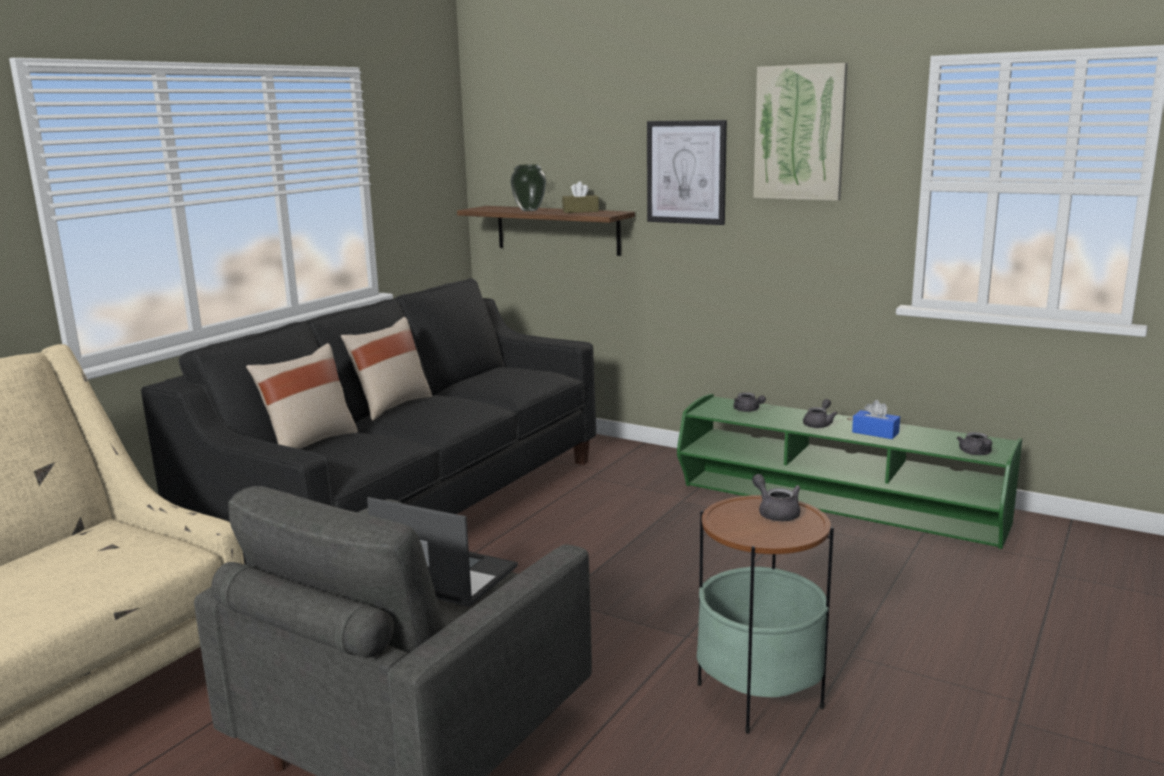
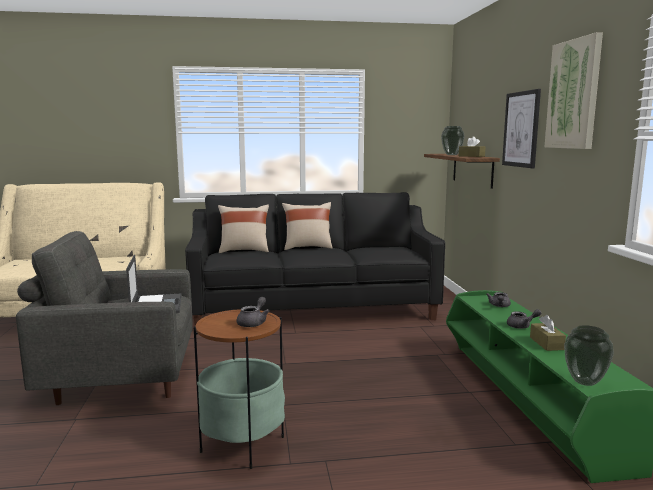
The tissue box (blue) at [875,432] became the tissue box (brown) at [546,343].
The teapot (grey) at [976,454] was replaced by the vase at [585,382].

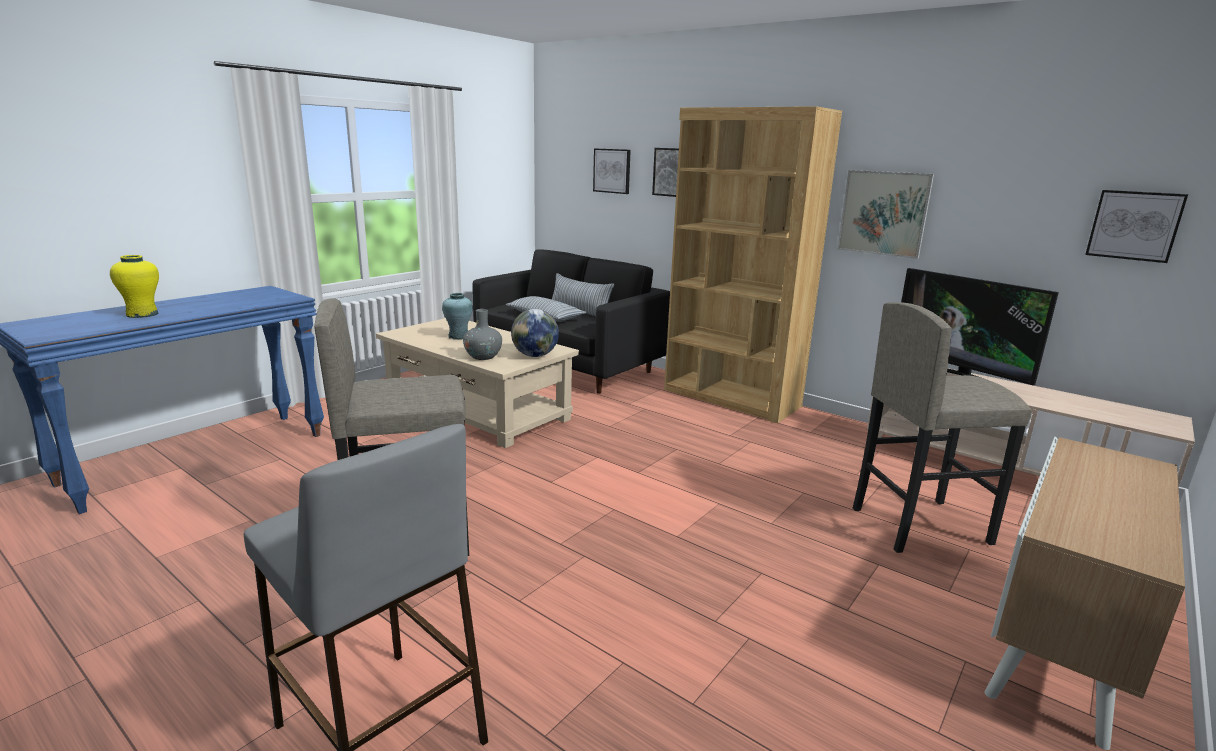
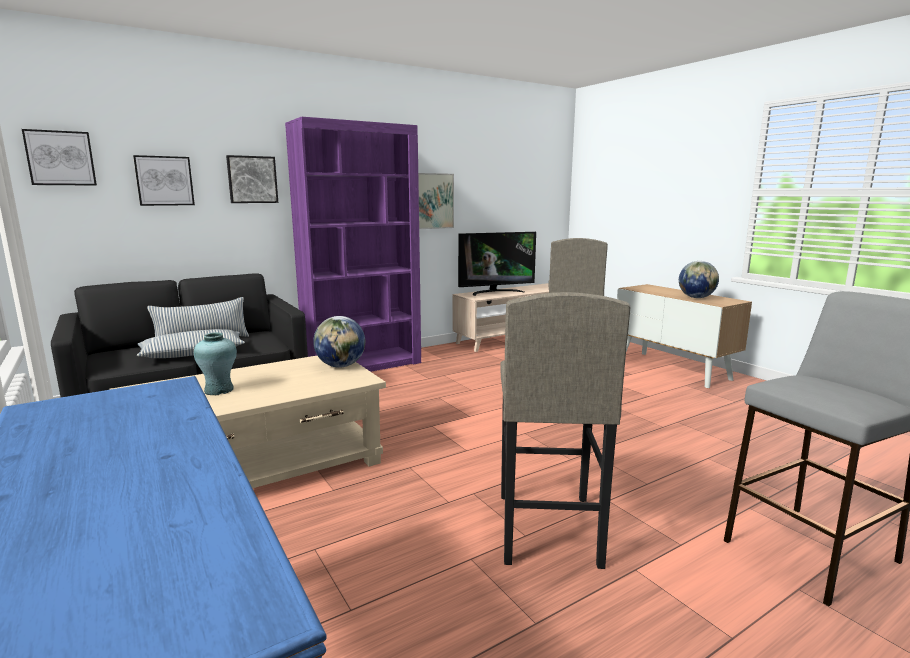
The vase (yellow) at [142,314] disappeared.
The vase (grey) at [483,356] disappeared.
The bookcase (brown) at [731,398] became the bookcase (purple) at [363,365].
The picture moved from [1134,225] to [60,158].
The globe at [696,297] appeared.

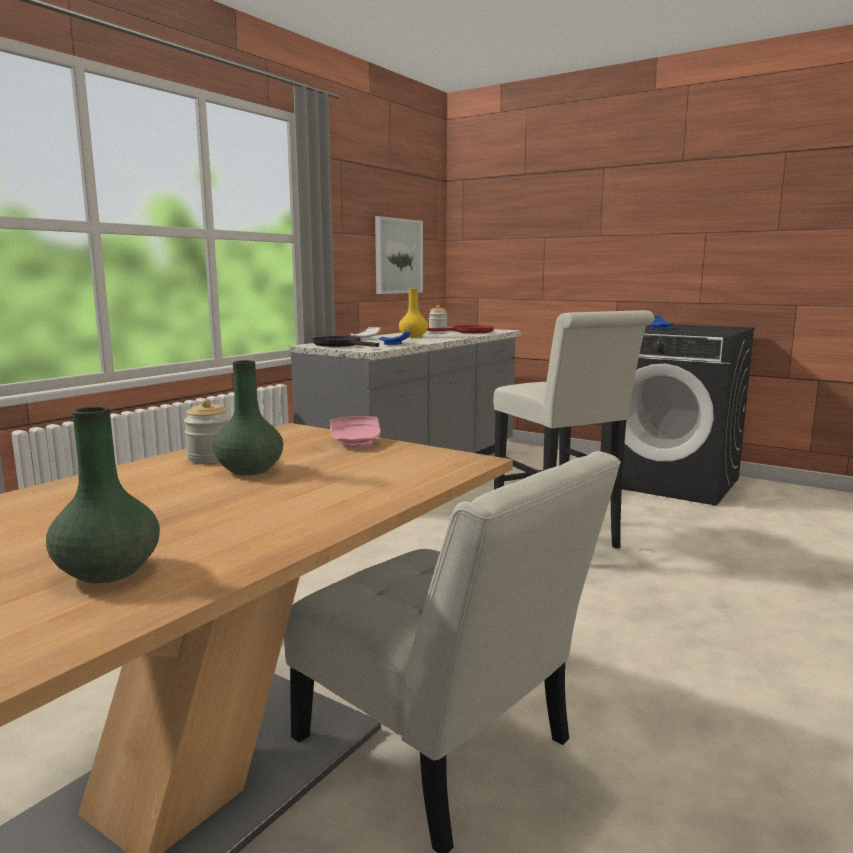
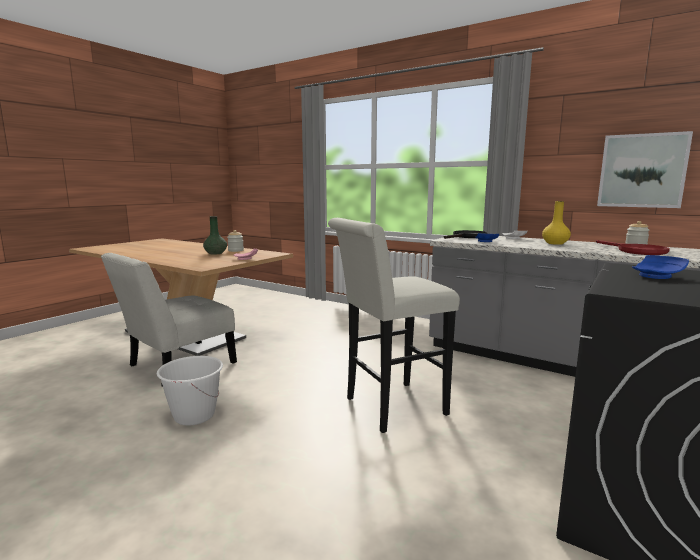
The vase (green) at [106,571] disappeared.
The bucket (white) at [194,415] appeared.

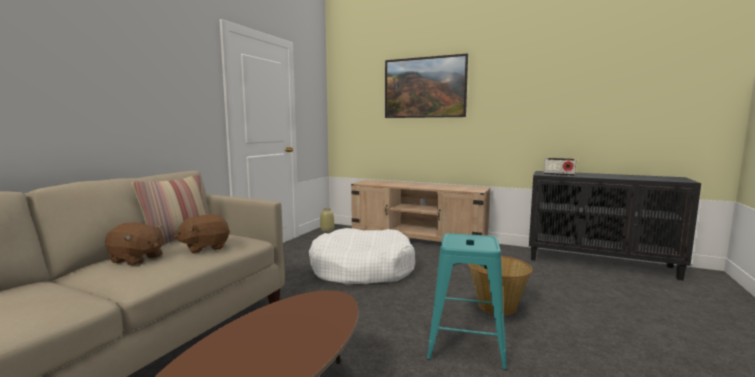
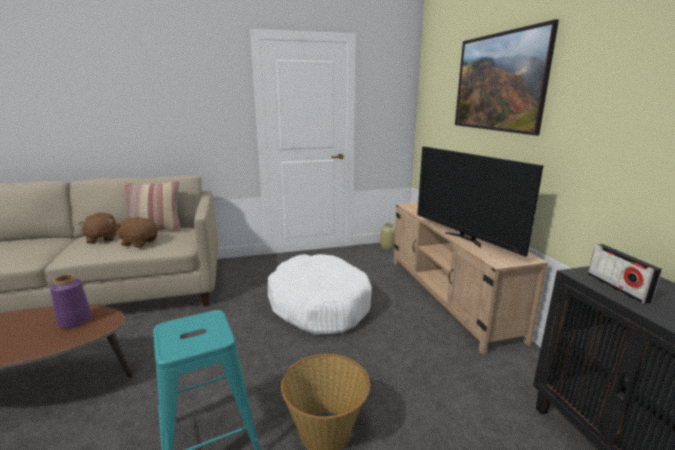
The vase (purple) at [75,321] appeared.
The television at [465,239] appeared.

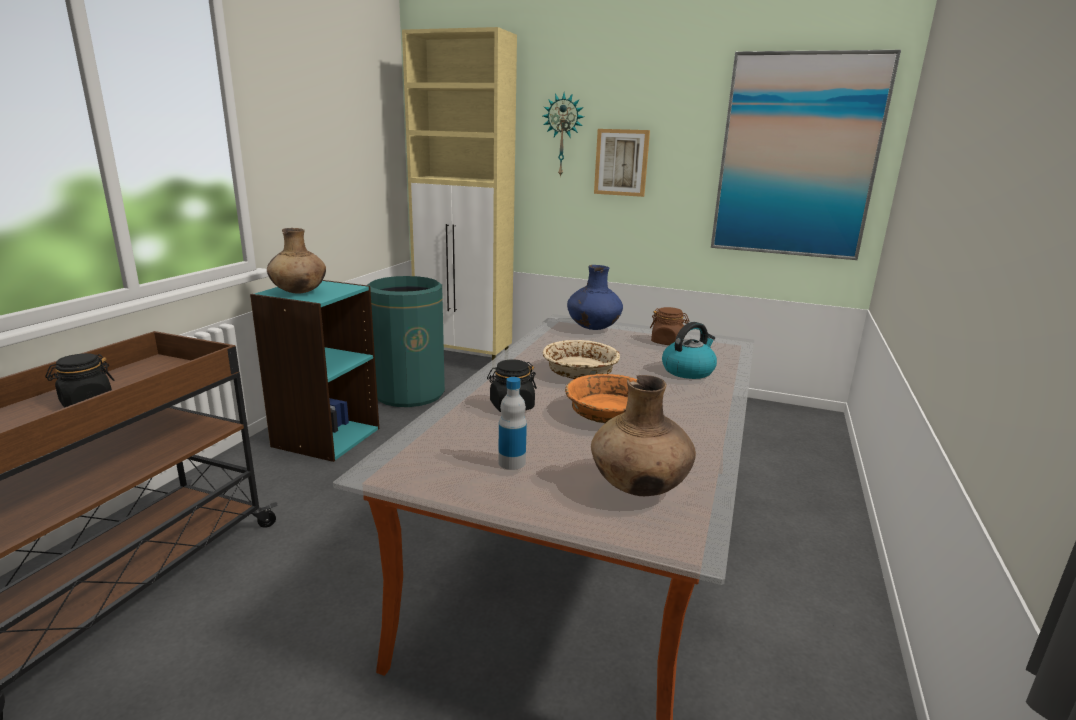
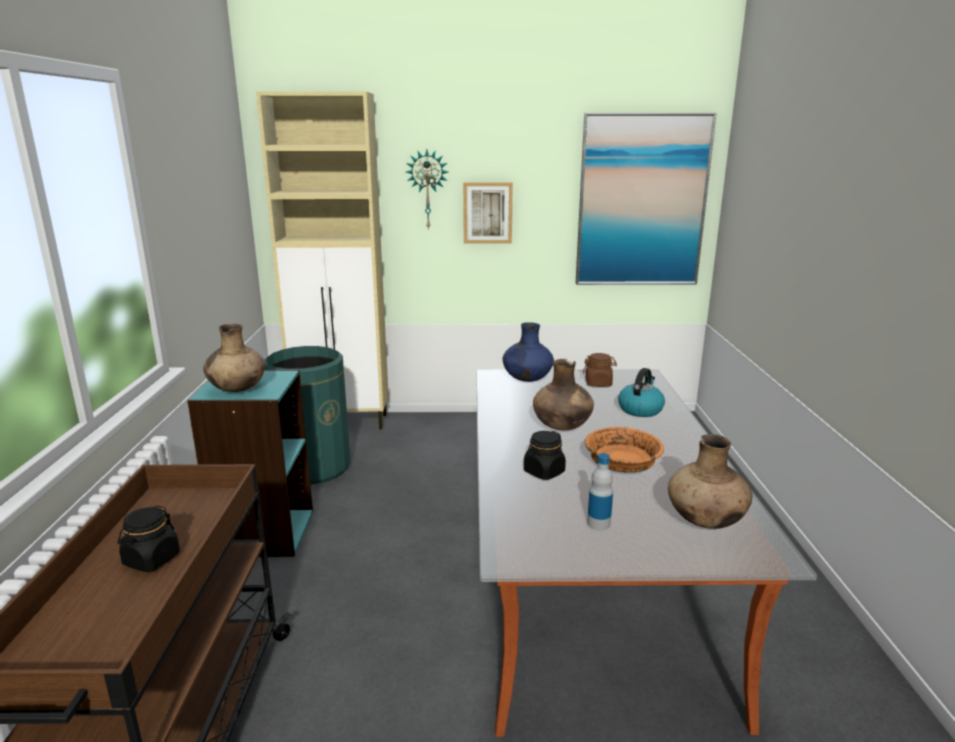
The bowl (beige) at [580,372] was replaced by the vase (brown) at [562,427].

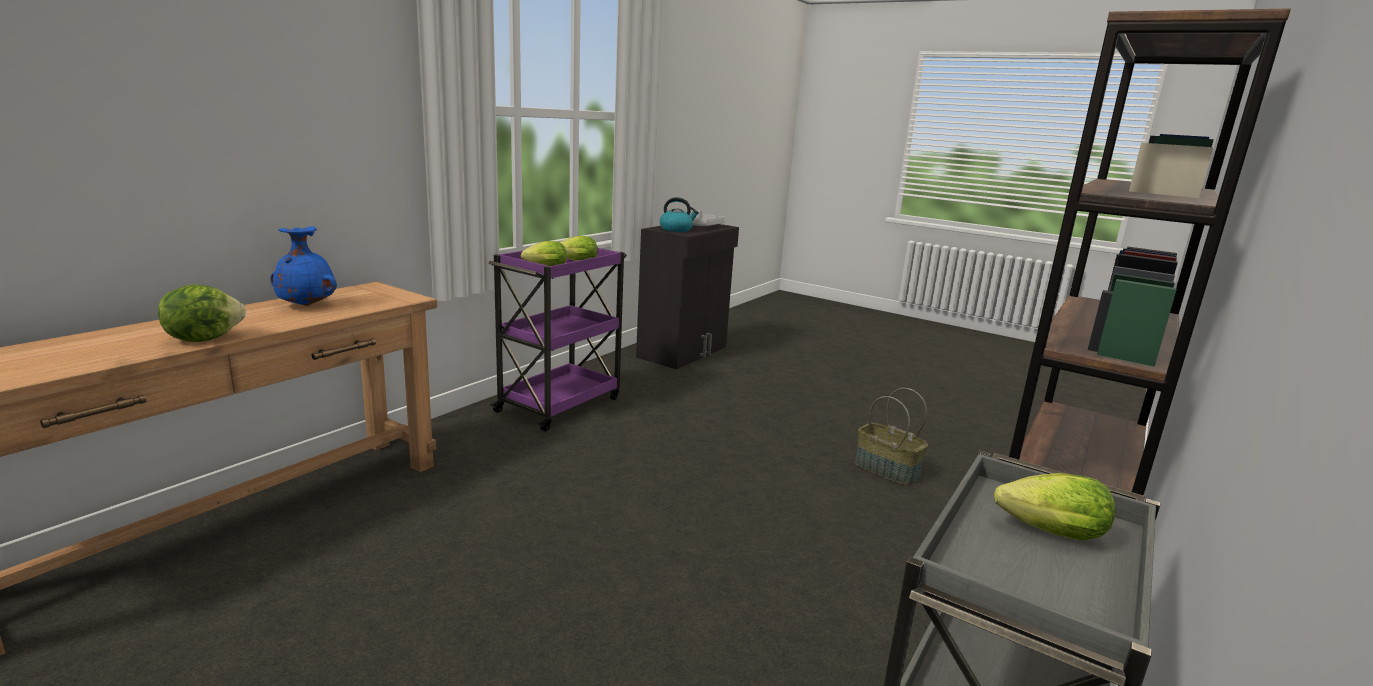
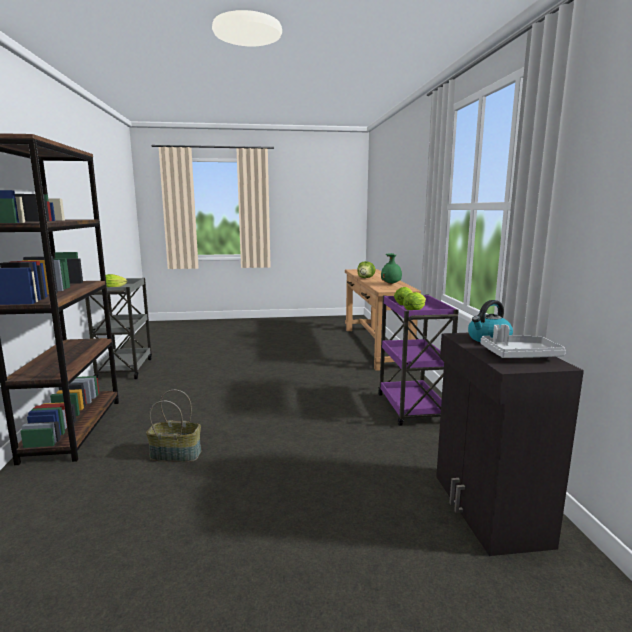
The vase (blue) at [307,305] became the vase (green) at [391,284].

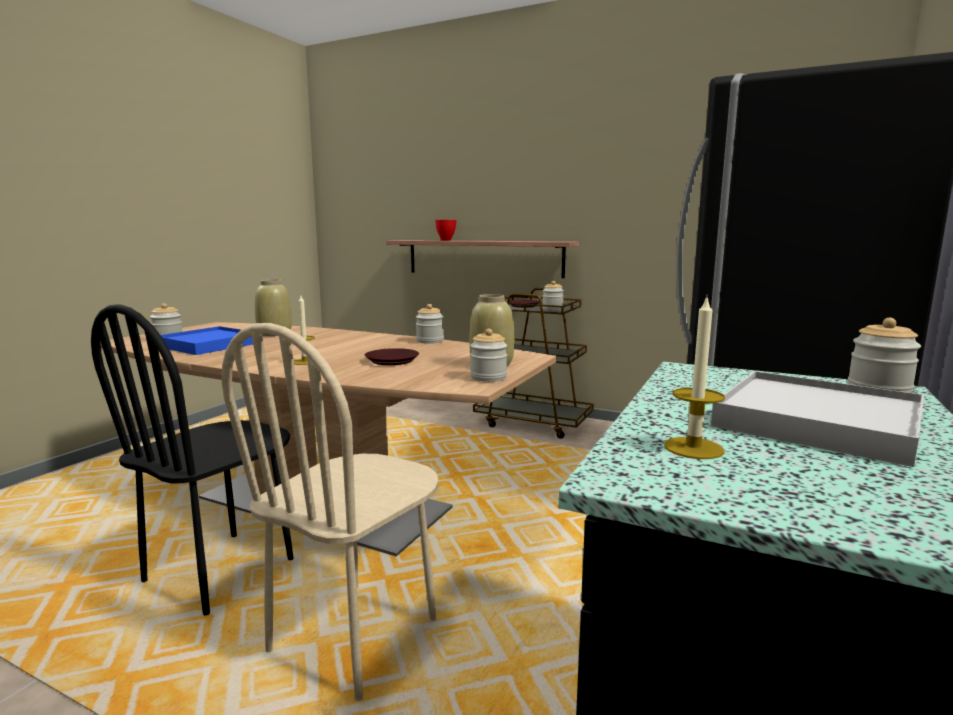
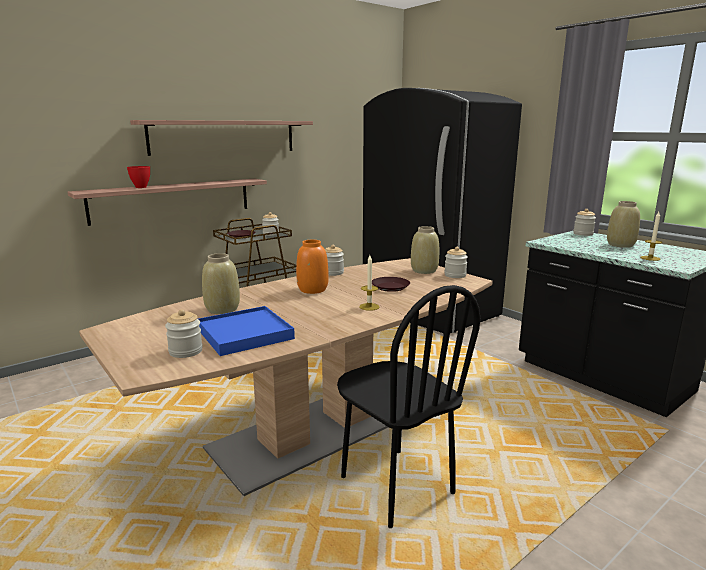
The chair (beige) at [355,636] disappeared.
The tray (white) at [818,422] was replaced by the vase (beige) at [621,245].
The shelf at [225,136] appeared.
The vase (orange) at [313,290] appeared.

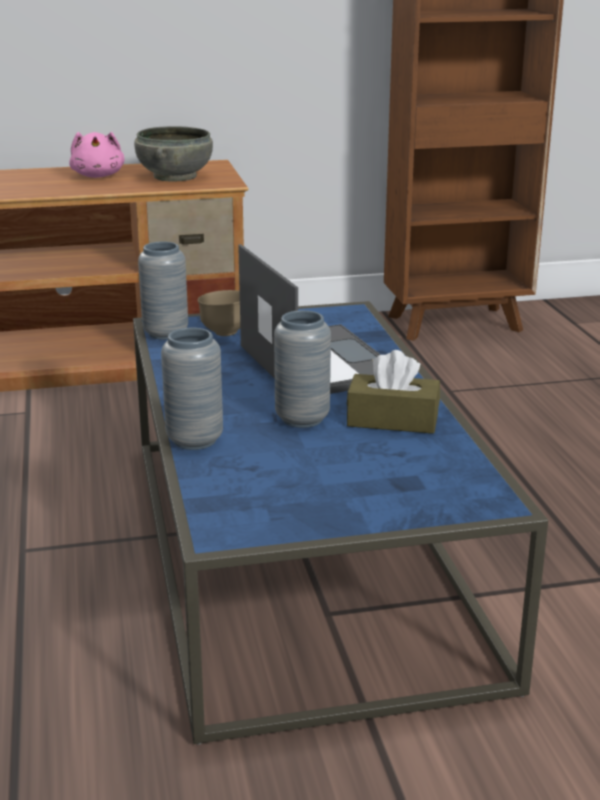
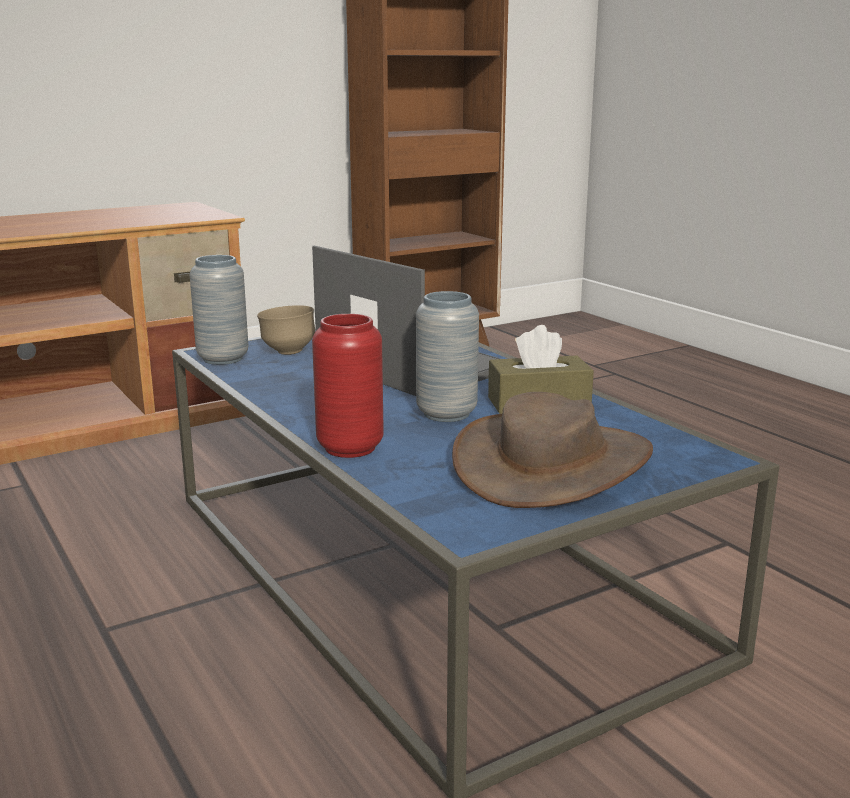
The plush toy (pink) at [98,176] disappeared.
The bowl (grey) at [174,176] disappeared.
The vase (grey) at [194,440] became the vase (red) at [350,448].
The hat (brown) at [553,464] appeared.

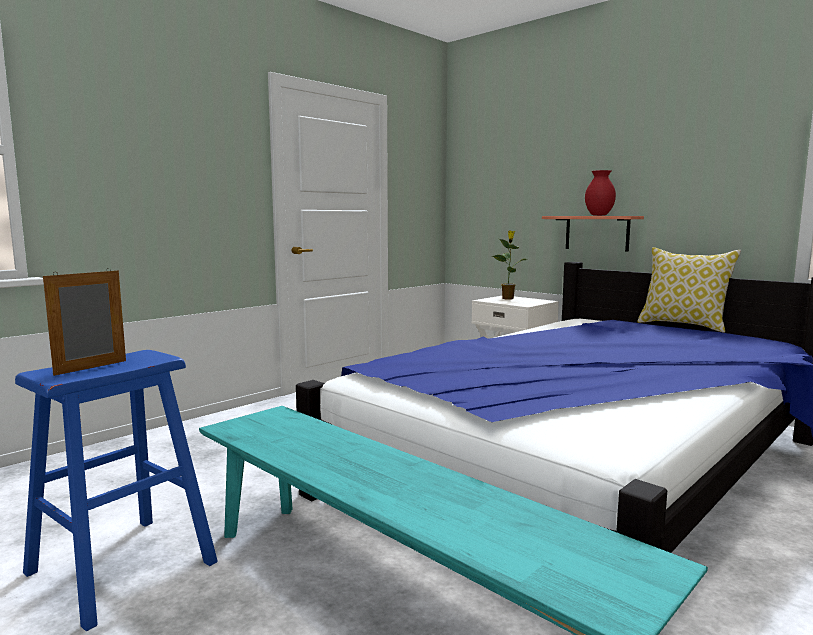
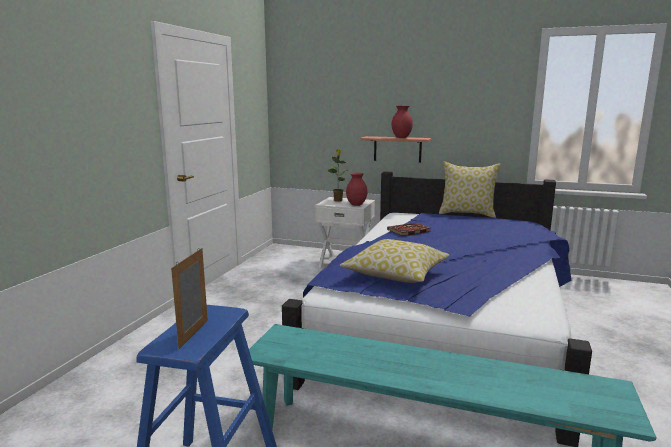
The pillow at [395,275] appeared.
The vase (red) at [356,205] appeared.
The book at [408,231] appeared.

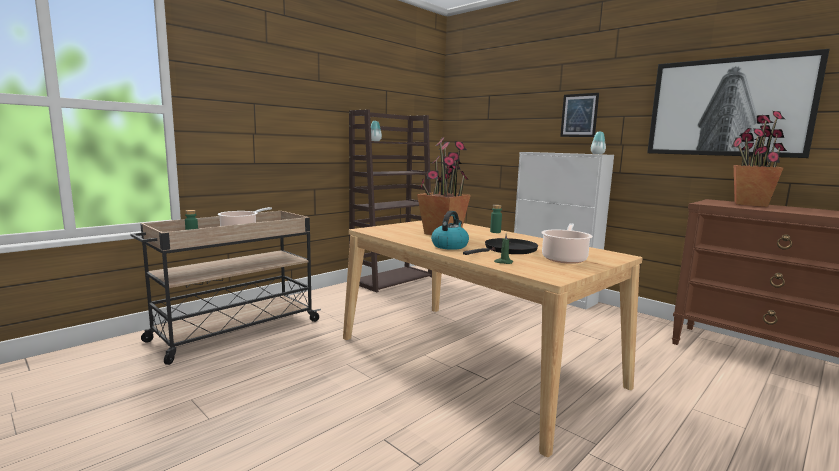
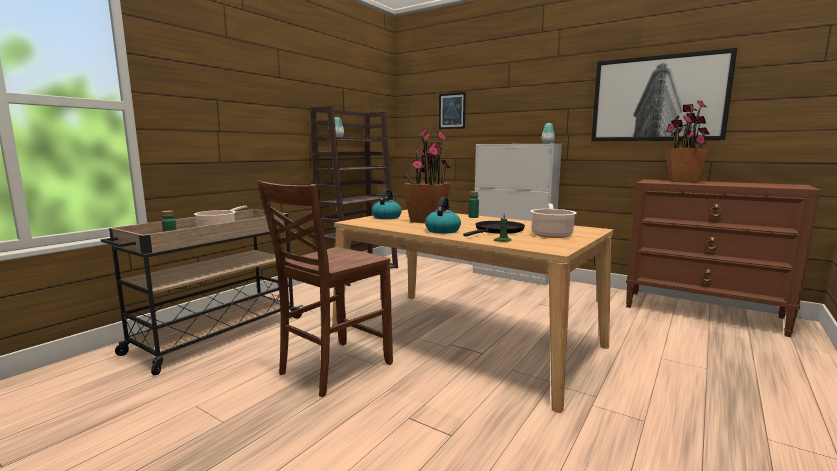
The picture moved from [579,115] to [452,111].
The chair (brown) at [333,368] appeared.
The kettle at [386,217] appeared.

